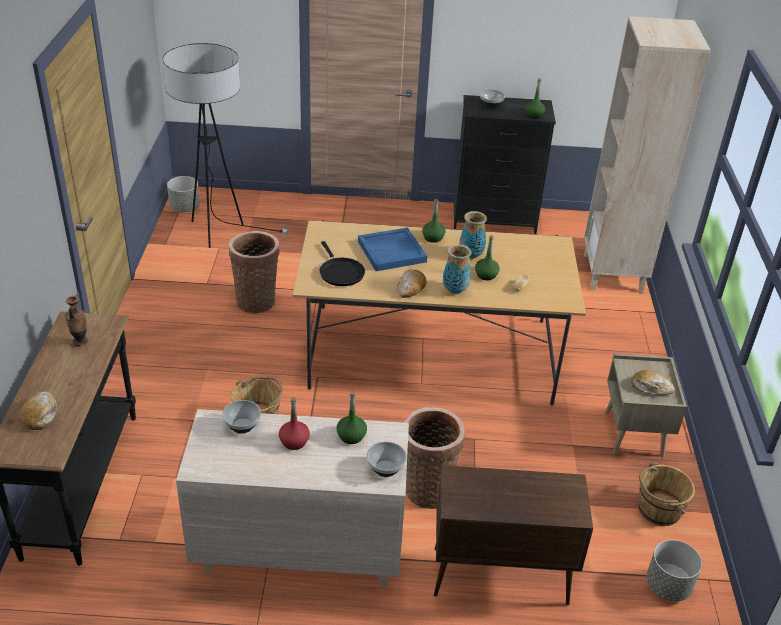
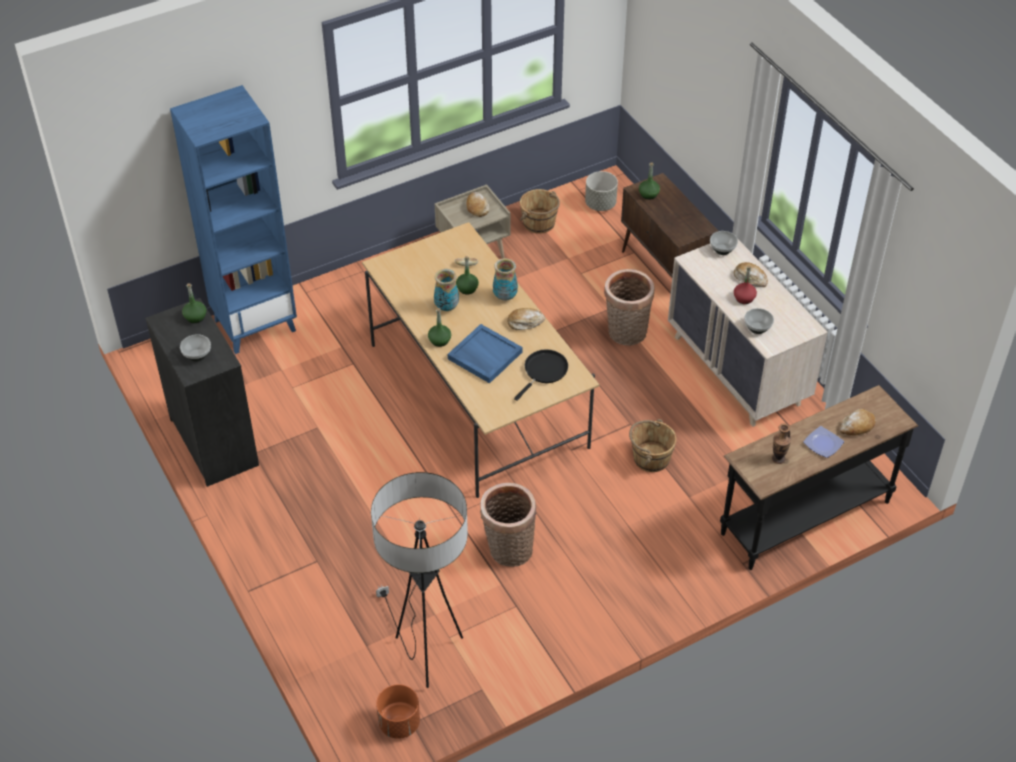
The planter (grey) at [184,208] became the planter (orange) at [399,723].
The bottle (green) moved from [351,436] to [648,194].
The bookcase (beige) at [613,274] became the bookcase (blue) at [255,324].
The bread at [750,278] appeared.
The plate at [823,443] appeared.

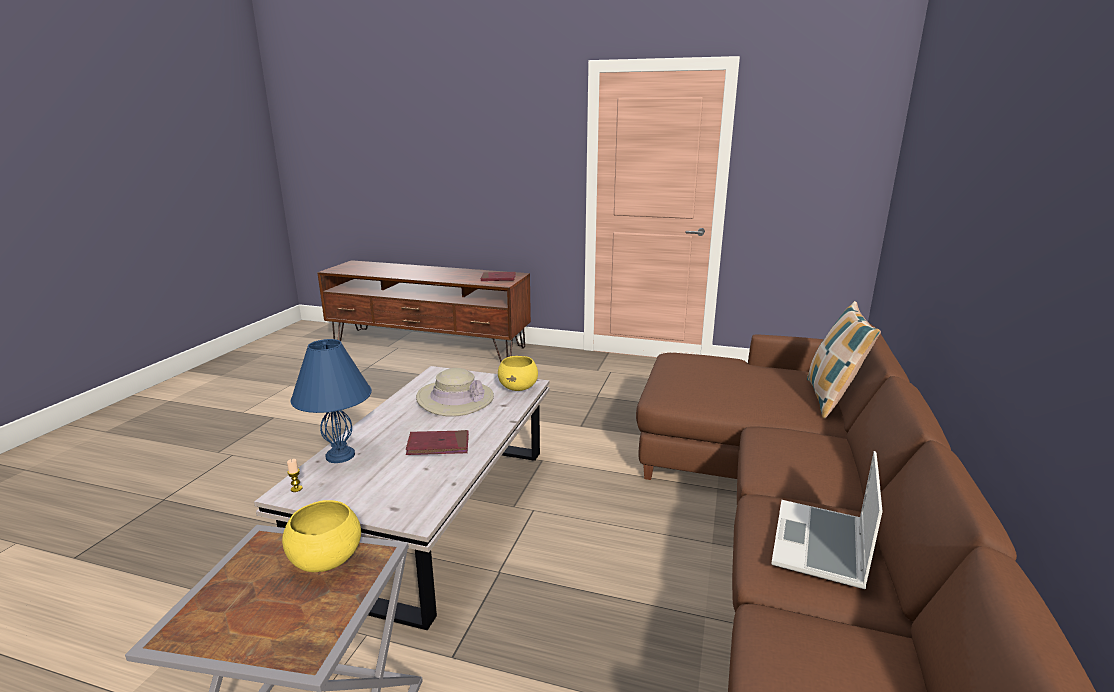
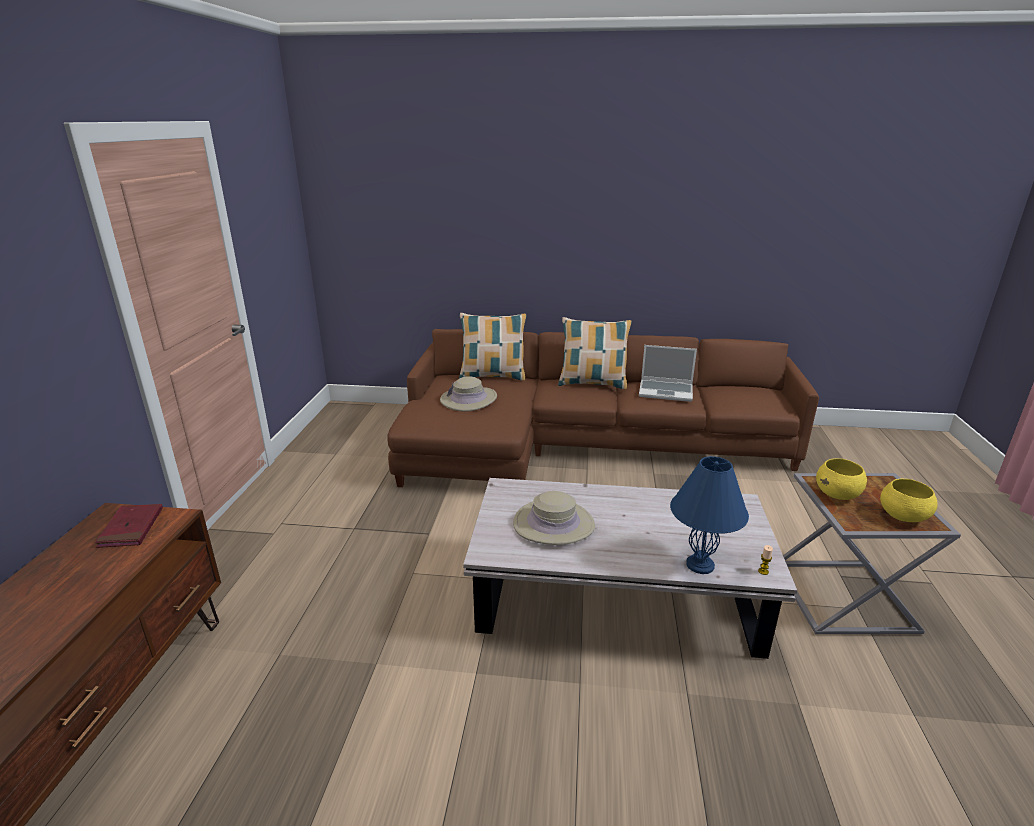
The book (red) at [438,446] disappeared.
The bowl (yellow) moved from [518,388] to [902,516].
The hat (beige) at [468,399] appeared.
The pillow at [592,383] appeared.

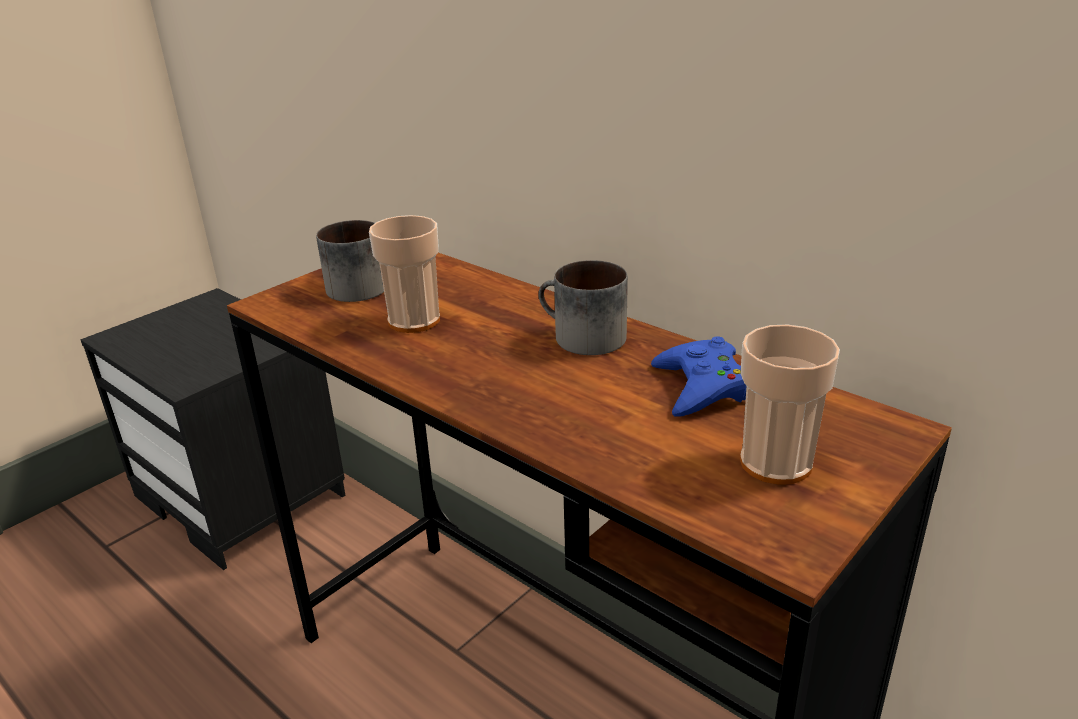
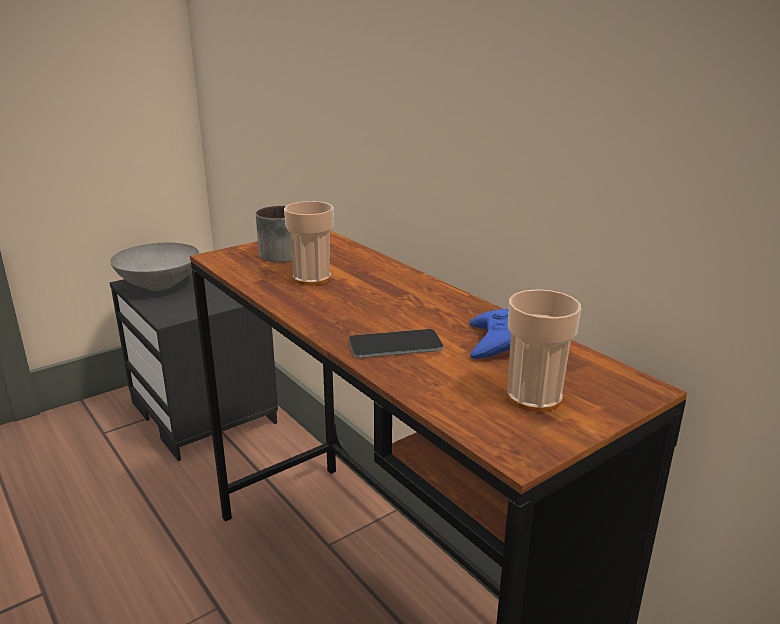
The mug at [580,337] disappeared.
The bowl (grey) at [158,286] appeared.
The phone at [395,345] appeared.

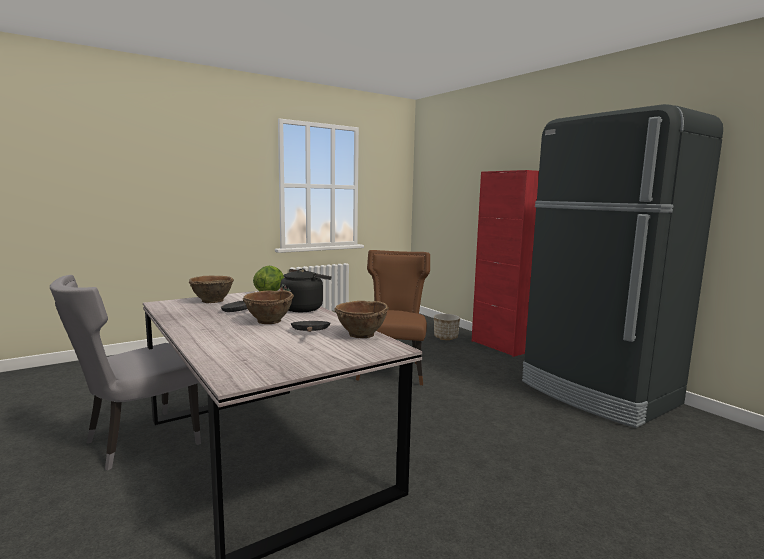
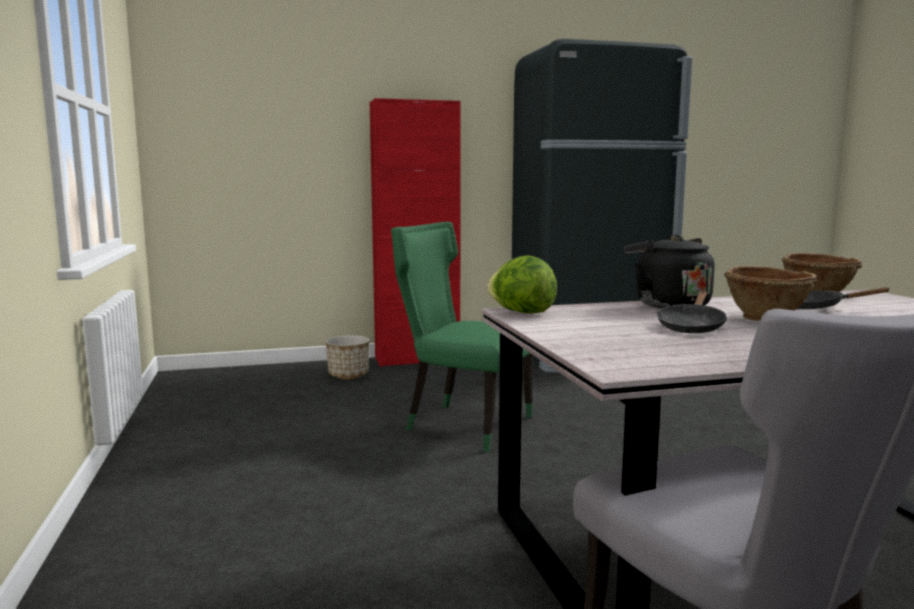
The bowl (brown) at [212,301] disappeared.
The chair (brown) at [393,371] became the chair (green) at [463,424].

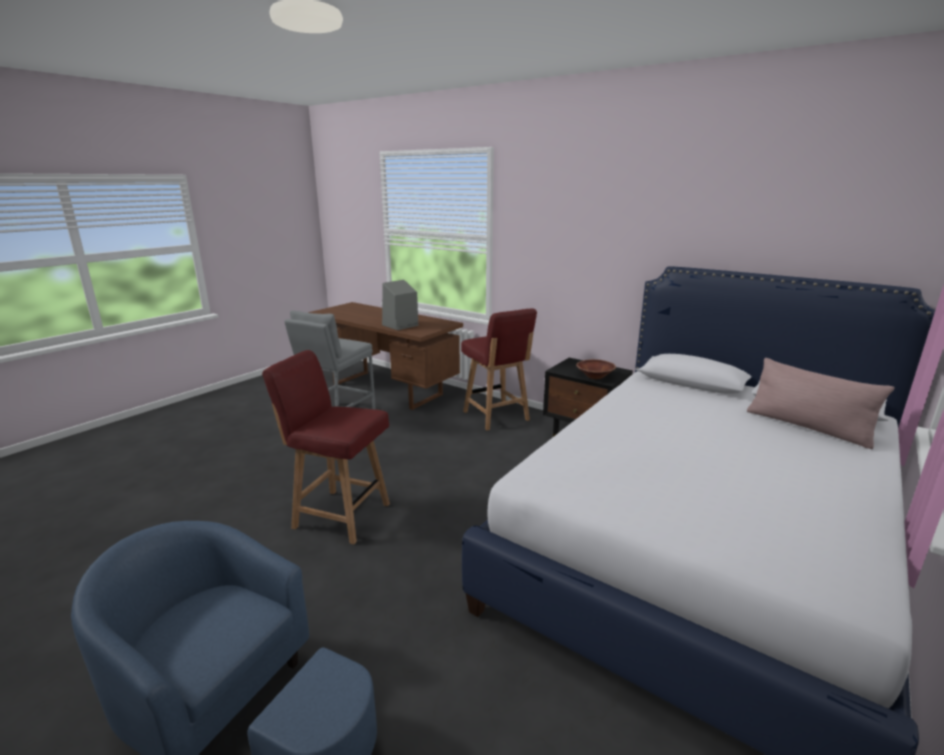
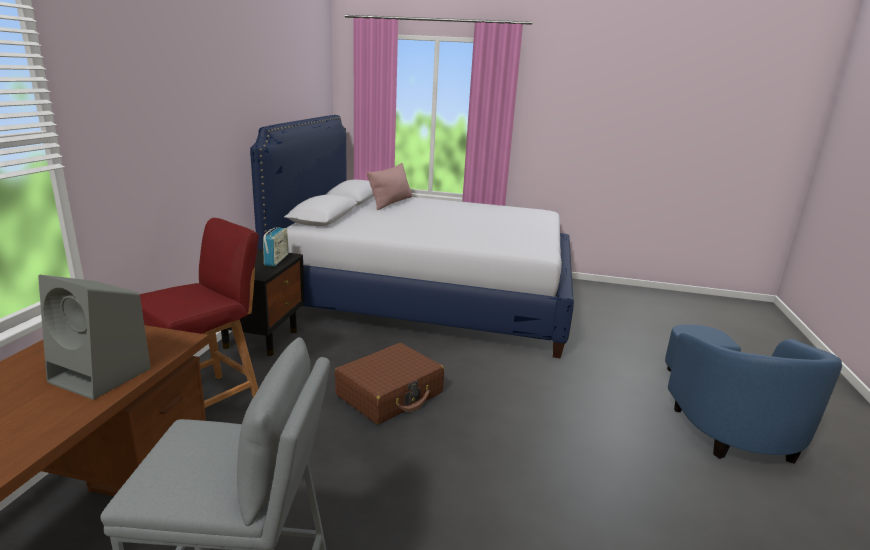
The chair (red) at [340,515] disappeared.
The bowl (brown) at [595,376] was replaced by the radio at [276,260].
The suitcase (brown) at [390,394] appeared.

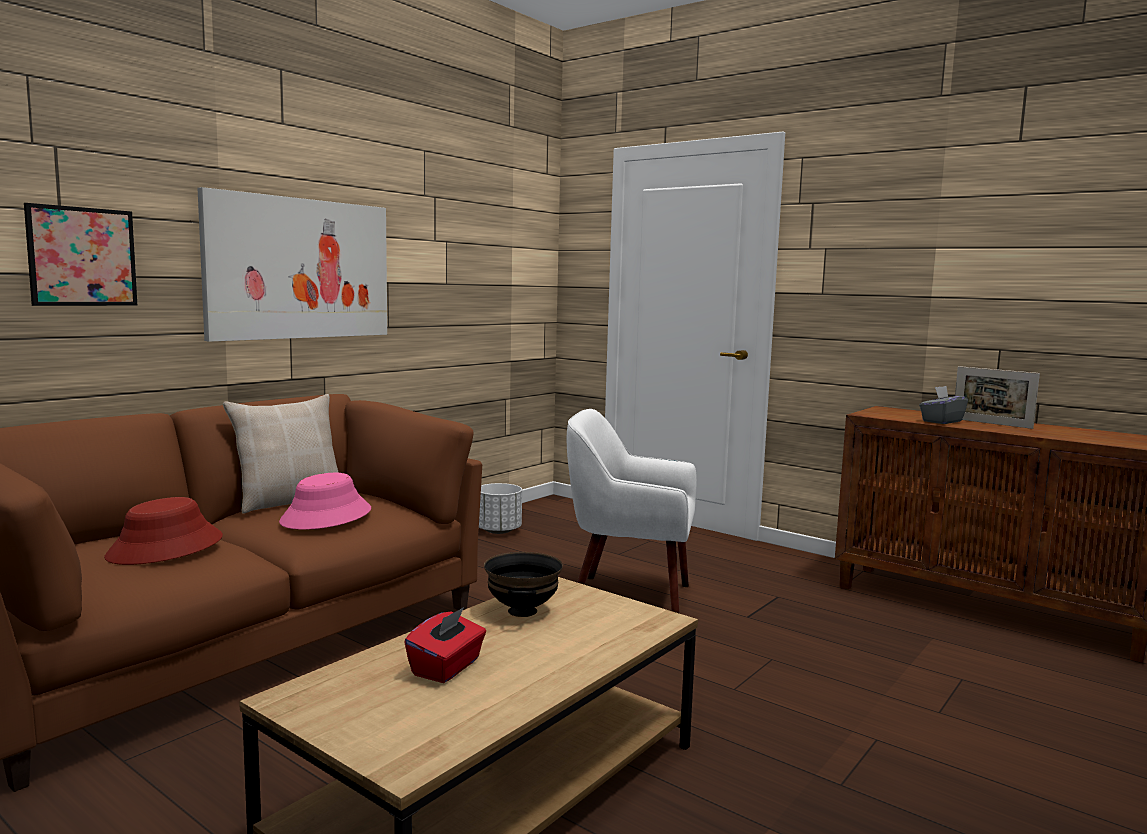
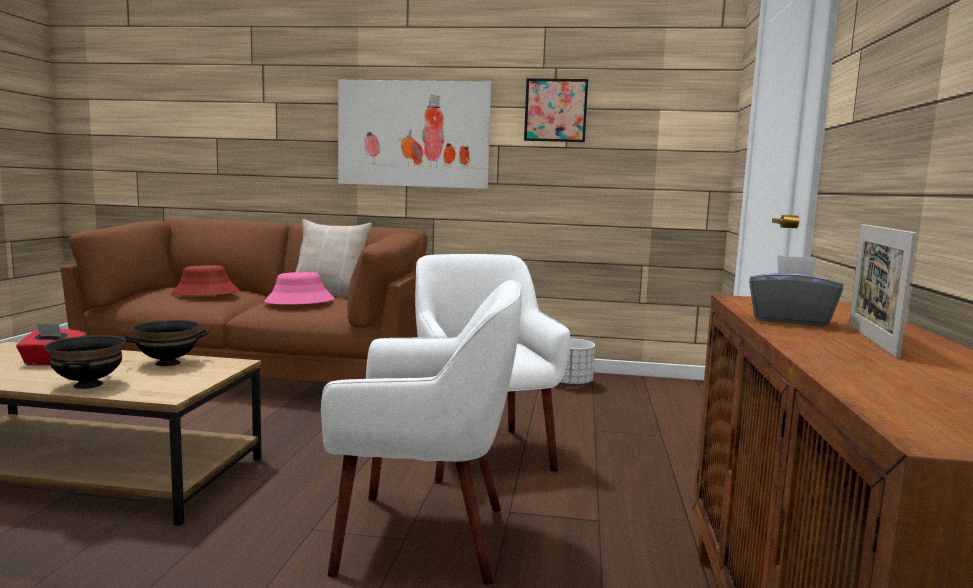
The picture moved from [82,256] to [555,110].
The bowl (black) at [87,385] appeared.
The armchair (white) at [426,537] appeared.

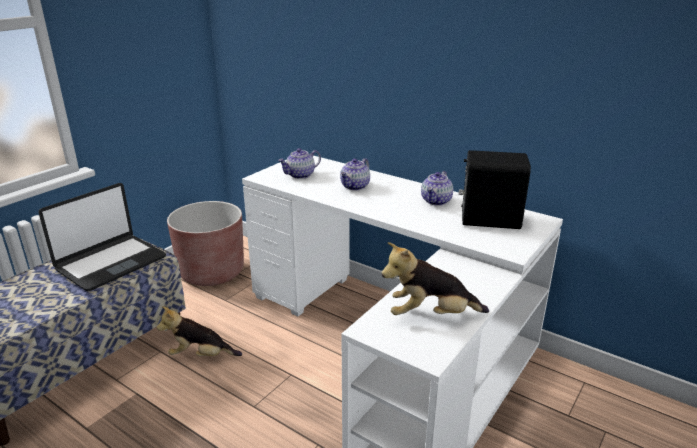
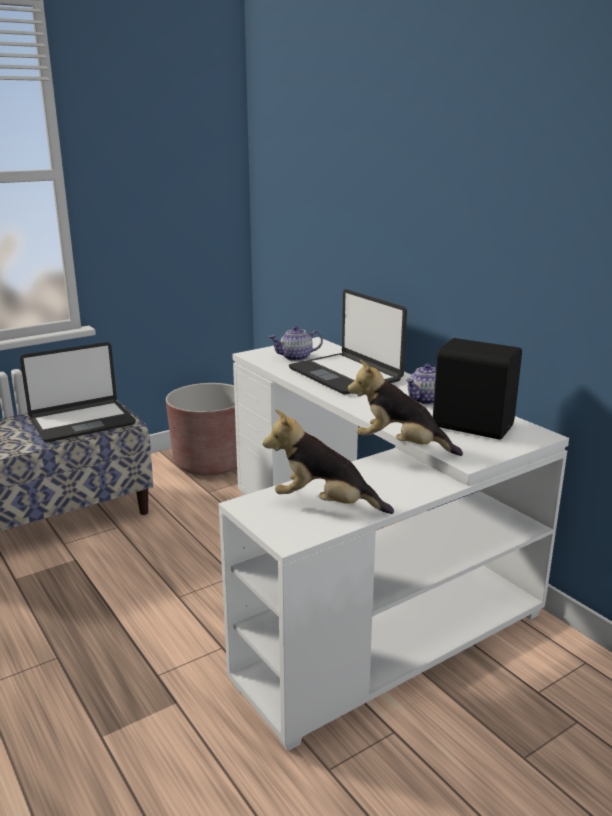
The plush toy moved from [201,355] to [400,447].
The teapot at [355,186] was replaced by the laptop at [346,375].

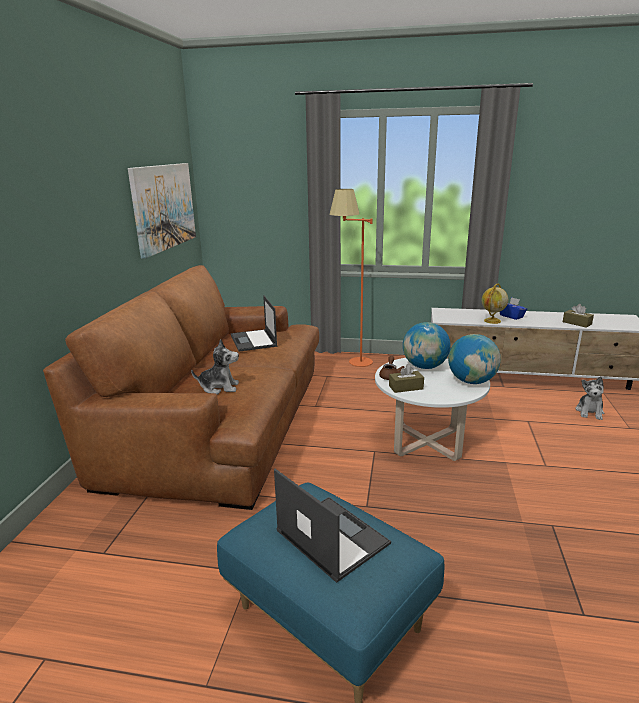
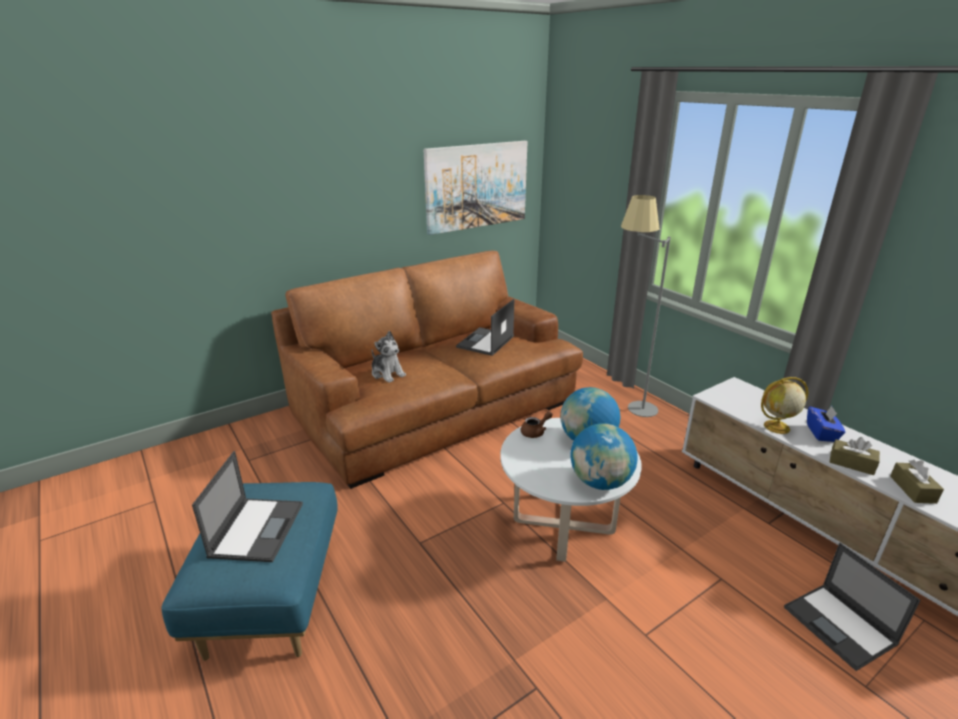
The floor lamp (orange) at [352,364] became the floor lamp (grey) at [628,407].
The tissue box (brown) moved from [406,387] to [851,463].
The plush toy at [589,412] was replaced by the laptop at [840,626].

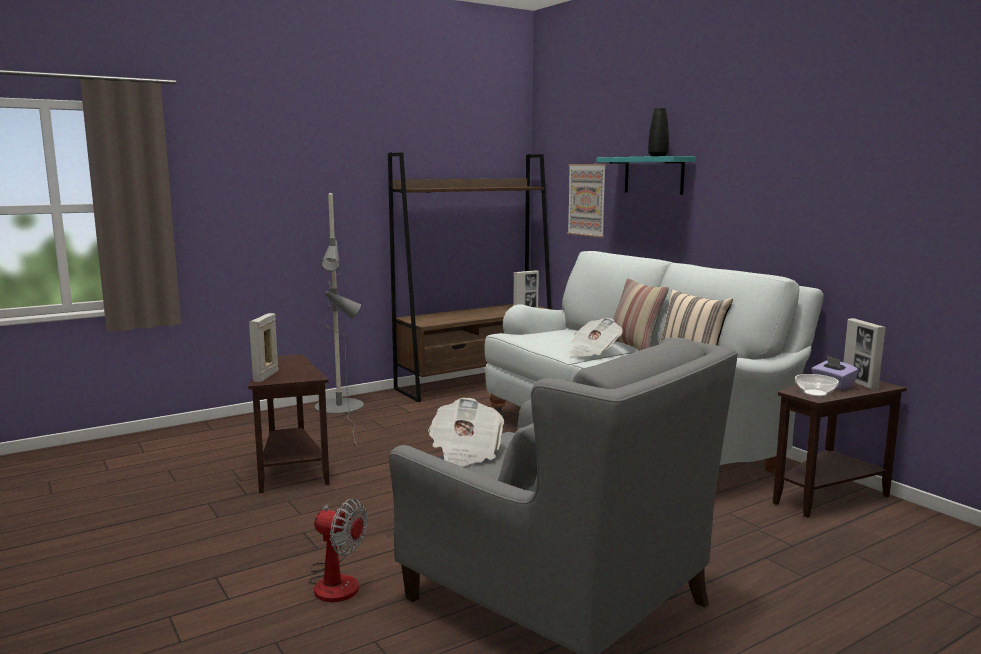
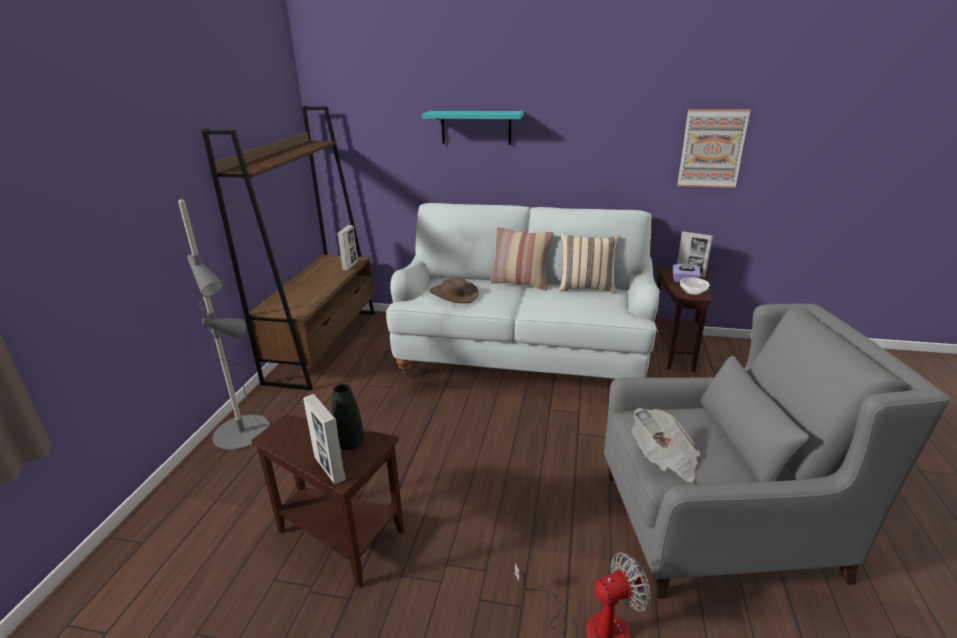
The picture moved from [587,200] to [712,148].
The newspaper at [593,352] disappeared.
The vase (black) moved from [658,156] to [350,444].
The hat (brown) at [454,294] appeared.

